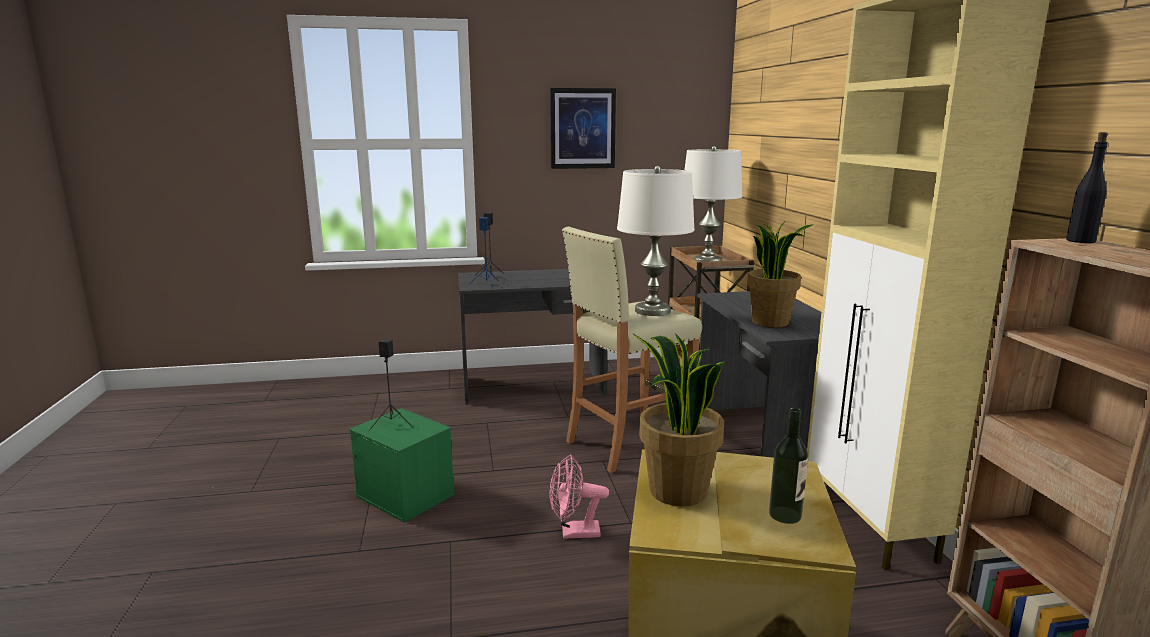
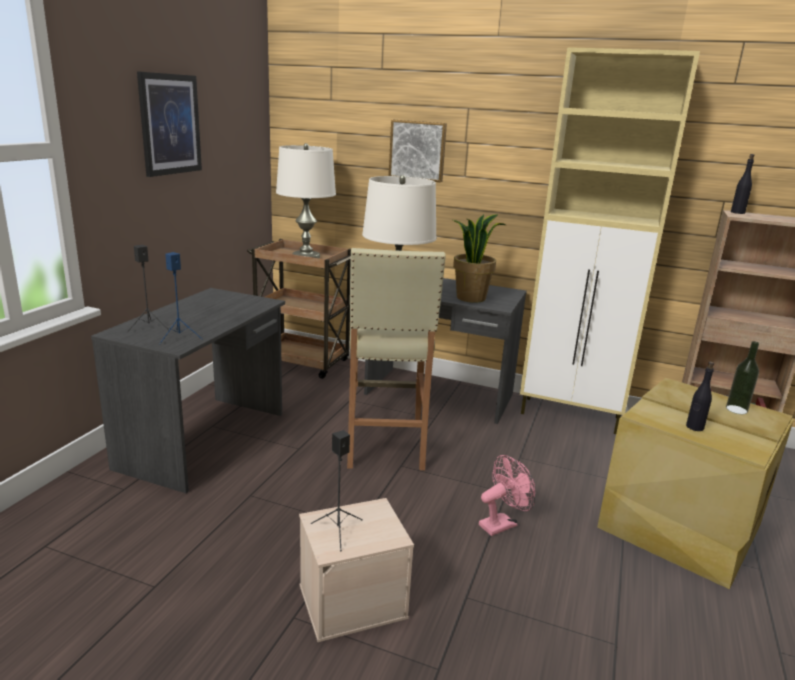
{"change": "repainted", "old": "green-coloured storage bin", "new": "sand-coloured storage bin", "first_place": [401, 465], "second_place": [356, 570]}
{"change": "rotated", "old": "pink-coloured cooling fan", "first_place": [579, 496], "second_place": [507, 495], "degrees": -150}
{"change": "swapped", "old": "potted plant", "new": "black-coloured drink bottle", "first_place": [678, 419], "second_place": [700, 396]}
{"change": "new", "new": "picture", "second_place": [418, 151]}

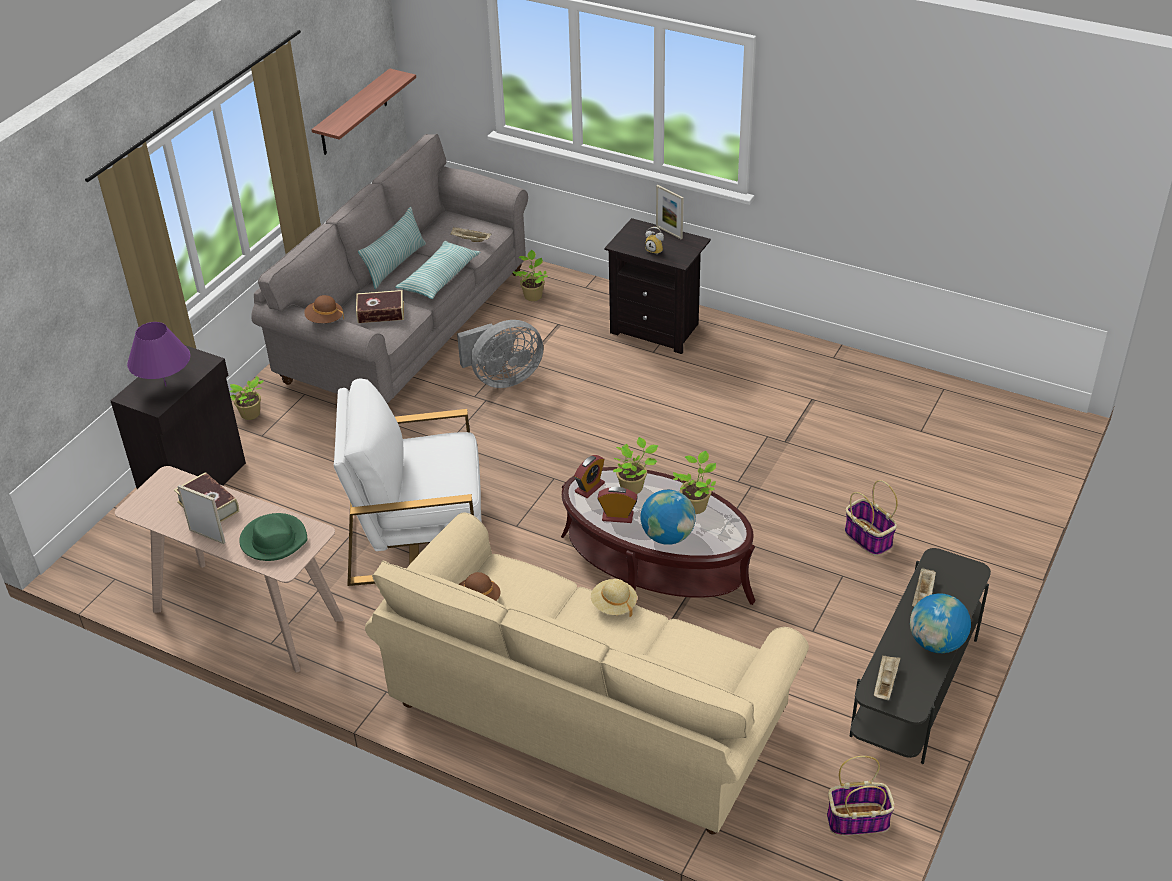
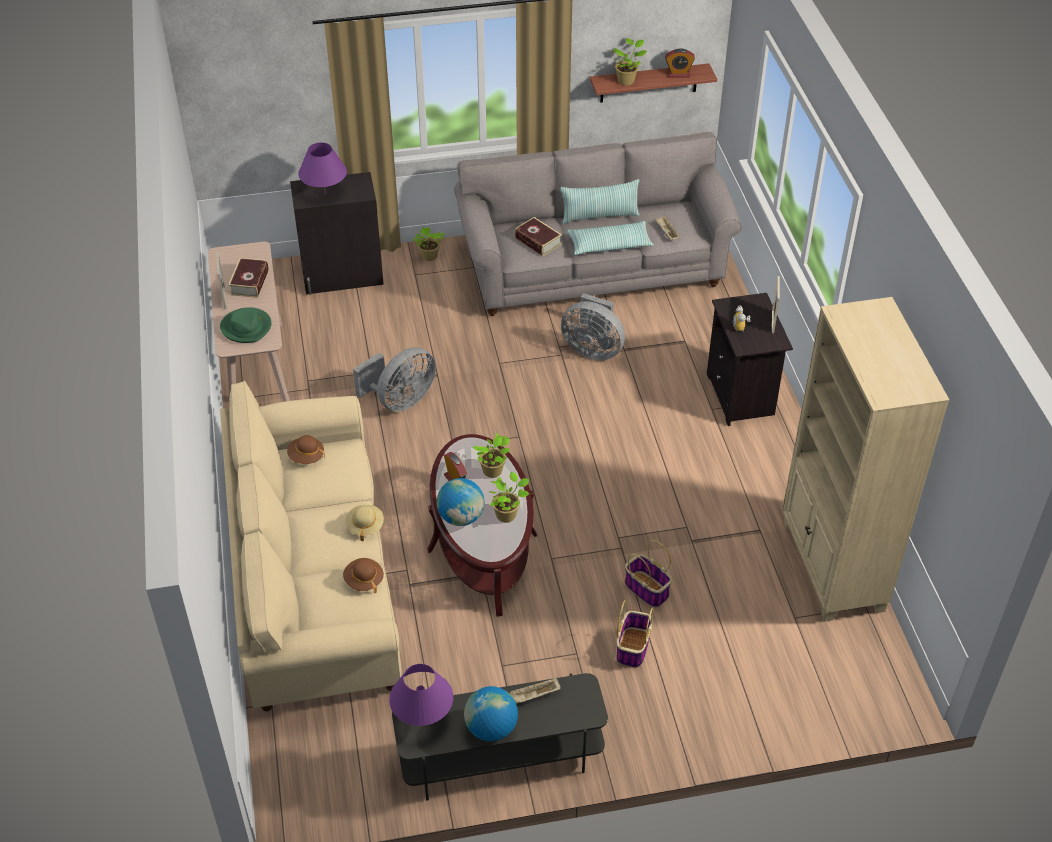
{"change": "shifted", "old": "brown-coloured clothing hat", "first_place": [324, 309], "second_place": [363, 575]}
{"change": "swapped", "old": "white-coloured easy chair", "new": "grey cooling fan", "first_place": [408, 482], "second_place": [394, 379]}
{"change": "shifted", "old": "potted plant", "first_place": [530, 275], "second_place": [629, 61]}
{"change": "shifted", "old": "table clock", "first_place": [589, 476], "second_place": [680, 63]}
{"change": "shifted", "old": "storage basket", "first_place": [861, 796], "second_place": [648, 574]}
{"change": "swapped", "old": "sand-coloured serving tray", "new": "purplish lamp for a table", "first_place": [887, 677], "second_place": [421, 695]}
{"change": "new", "new": "sand-coloured bookcase", "second_place": [865, 459]}

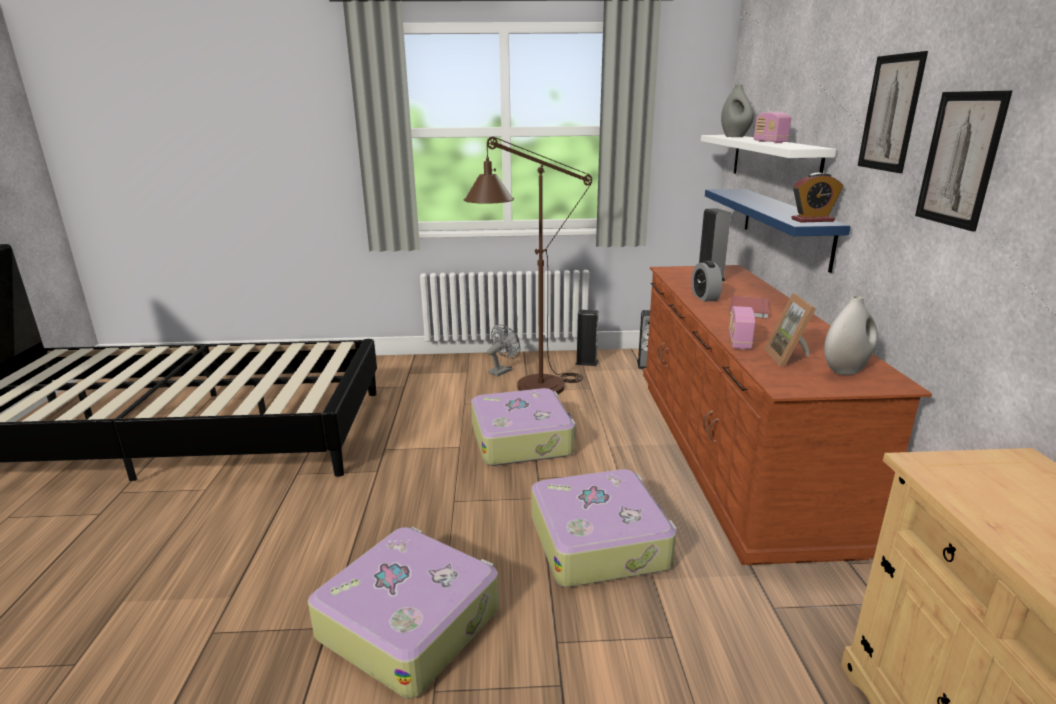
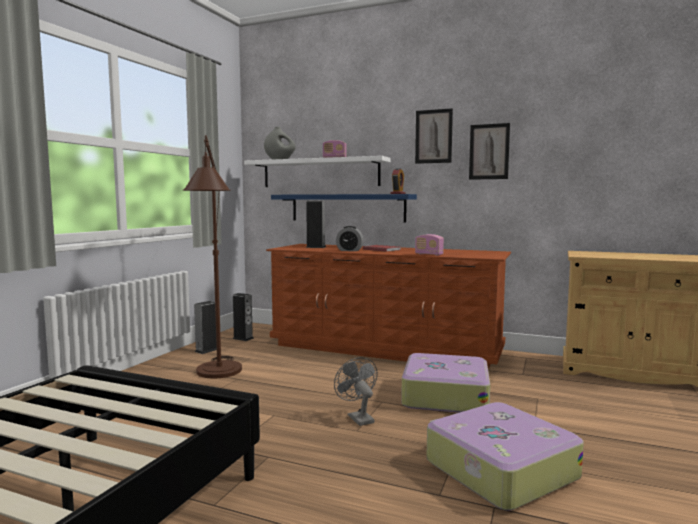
{"change": "gone", "old": "suitcase", "first_place": [523, 427]}
{"change": "shifted", "old": "grey cooling fan", "first_place": [503, 350], "second_place": [356, 391]}
{"change": "gone", "old": "standing frame", "first_place": [790, 330]}
{"change": "gone", "old": "white-coloured vase", "first_place": [851, 335]}

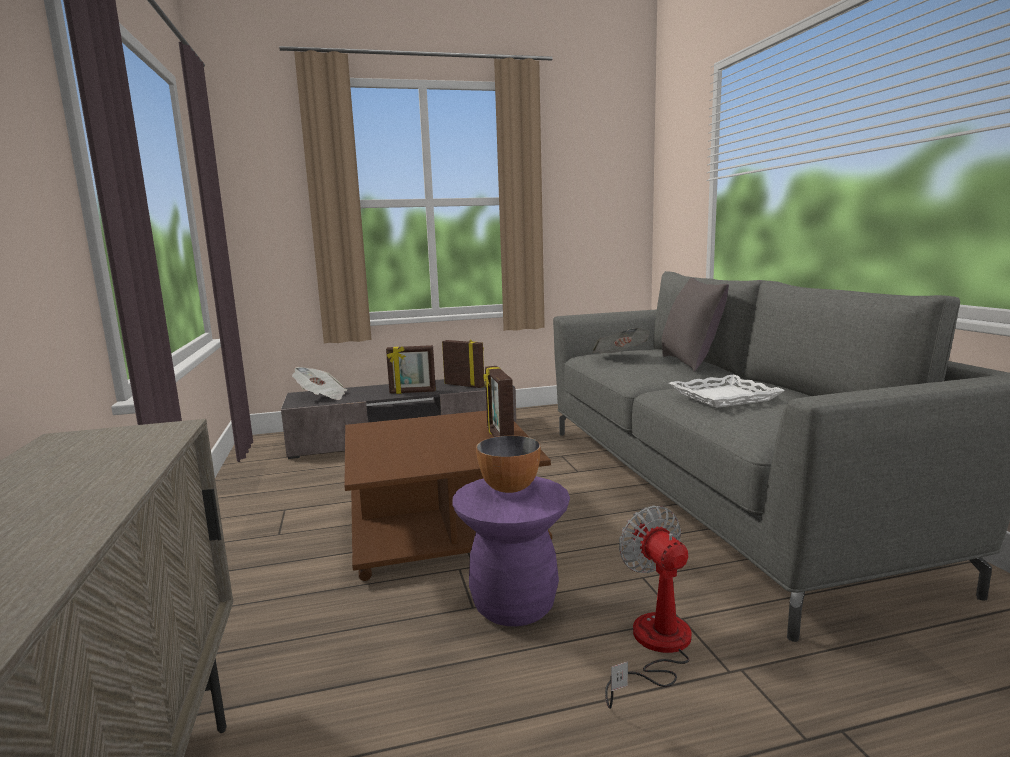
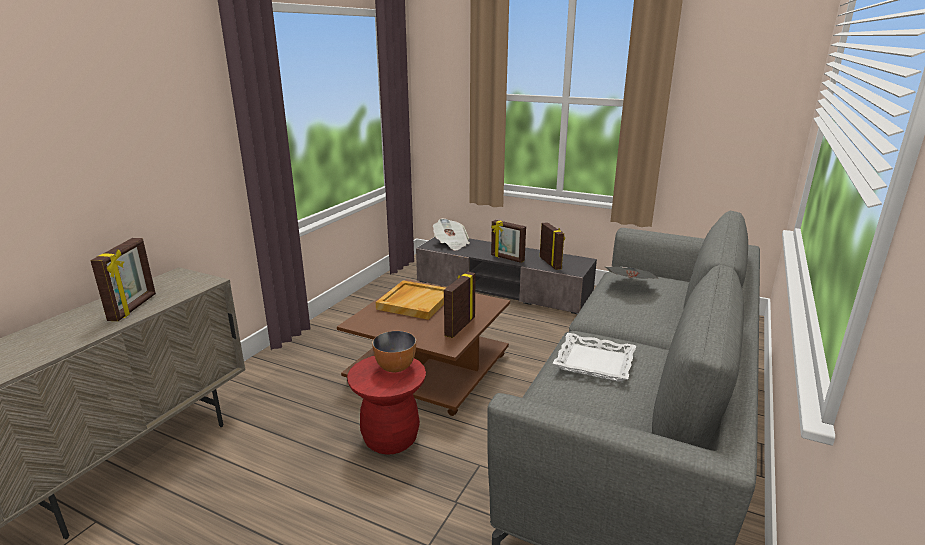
{"change": "repainted", "old": "purplish stool", "new": "red stool", "first_place": [511, 551], "second_place": [386, 405]}
{"change": "gone", "old": "cooling fan", "first_place": [648, 607]}
{"change": "gone", "old": "grey pillow", "first_place": [695, 325]}
{"change": "new", "new": "standing frame", "second_place": [123, 279]}
{"change": "new", "new": "sand-coloured serving tray", "second_place": [410, 300]}

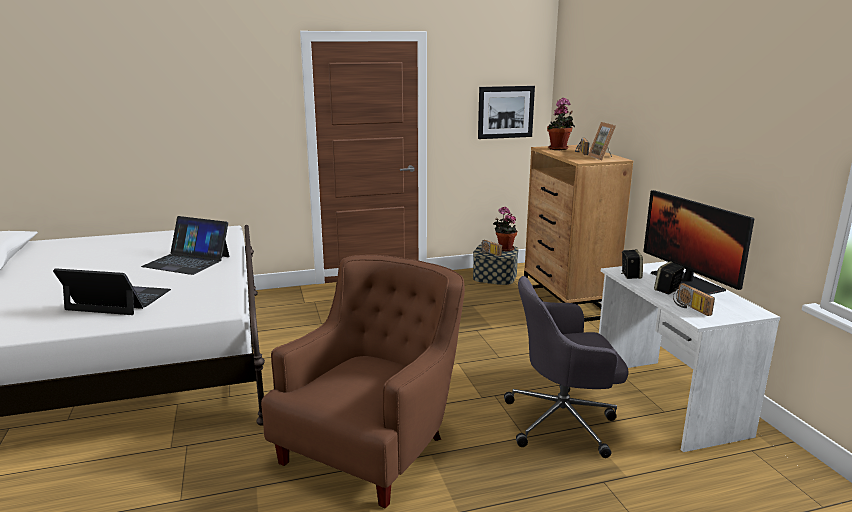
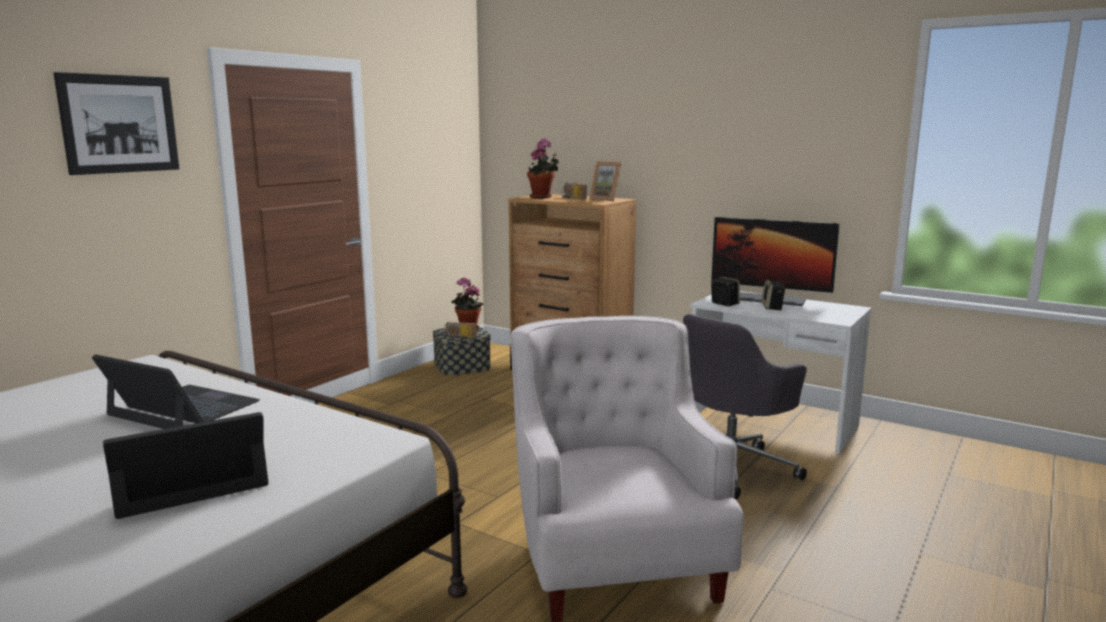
{"change": "rotated", "old": "laptop", "first_place": [185, 245], "second_place": [176, 391], "degrees": -135}
{"change": "repainted", "old": "brown-coloured easy chair", "new": "white-coloured easy chair", "first_place": [363, 382], "second_place": [627, 469]}
{"change": "shifted", "old": "picture", "first_place": [506, 112], "second_place": [116, 123]}
{"change": "gone", "old": "radio", "first_place": [694, 299]}

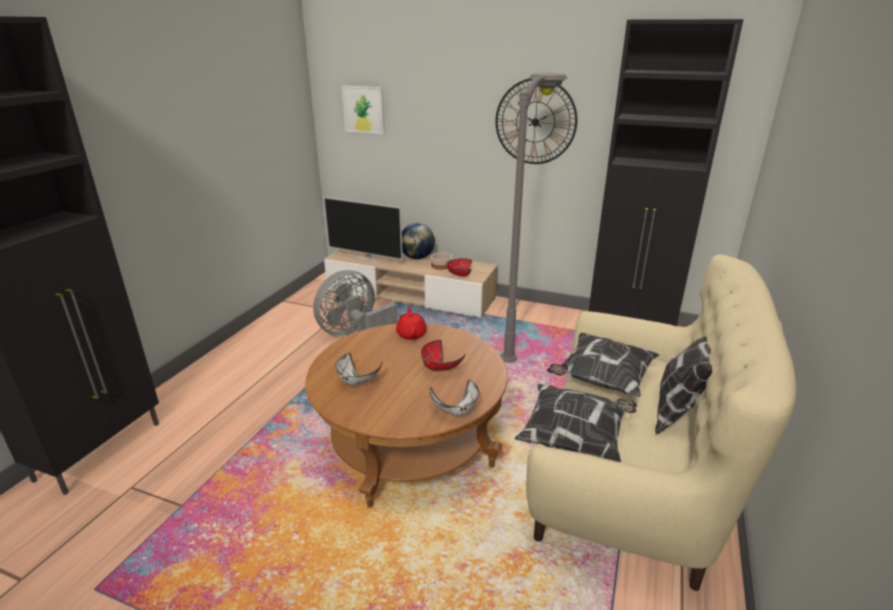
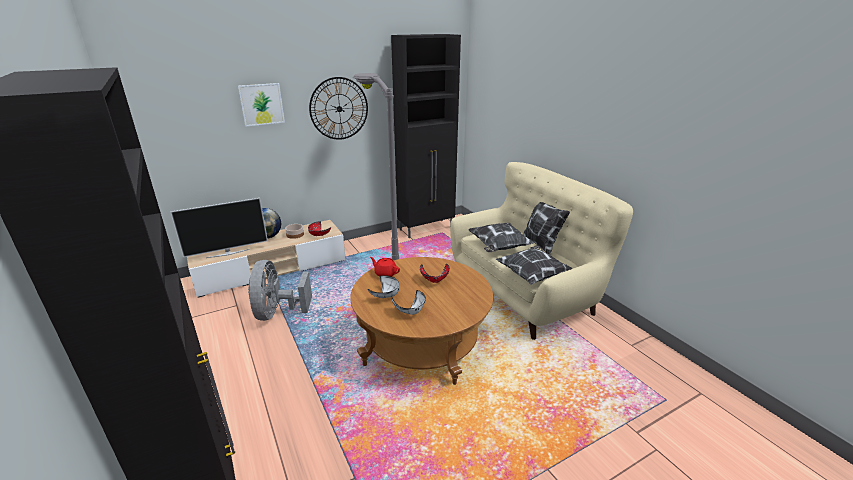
{"change": "shifted", "old": "picture", "first_place": [363, 110], "second_place": [261, 104]}
{"change": "shifted", "old": "white-coloured bowl", "first_place": [454, 398], "second_place": [384, 286]}

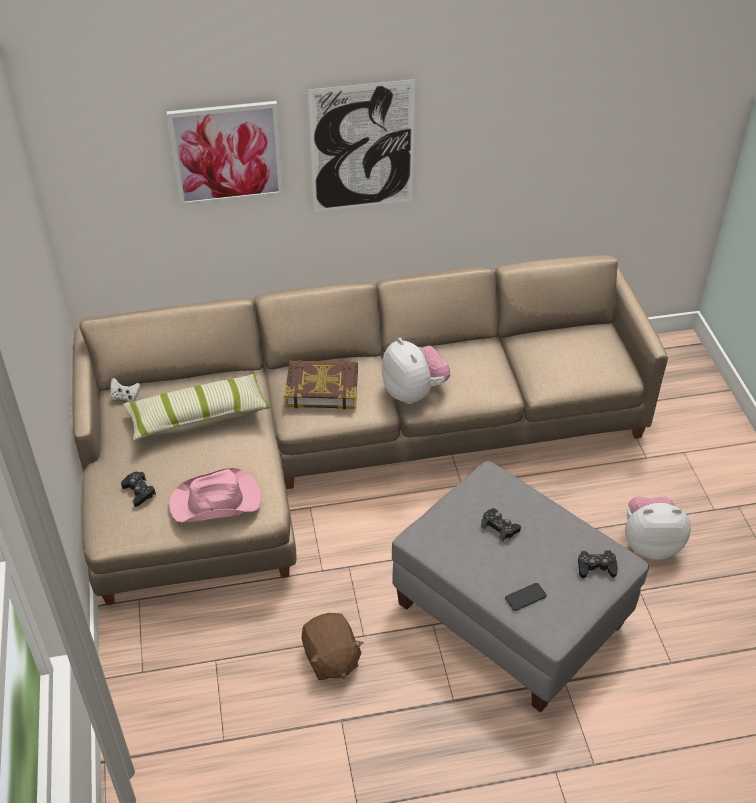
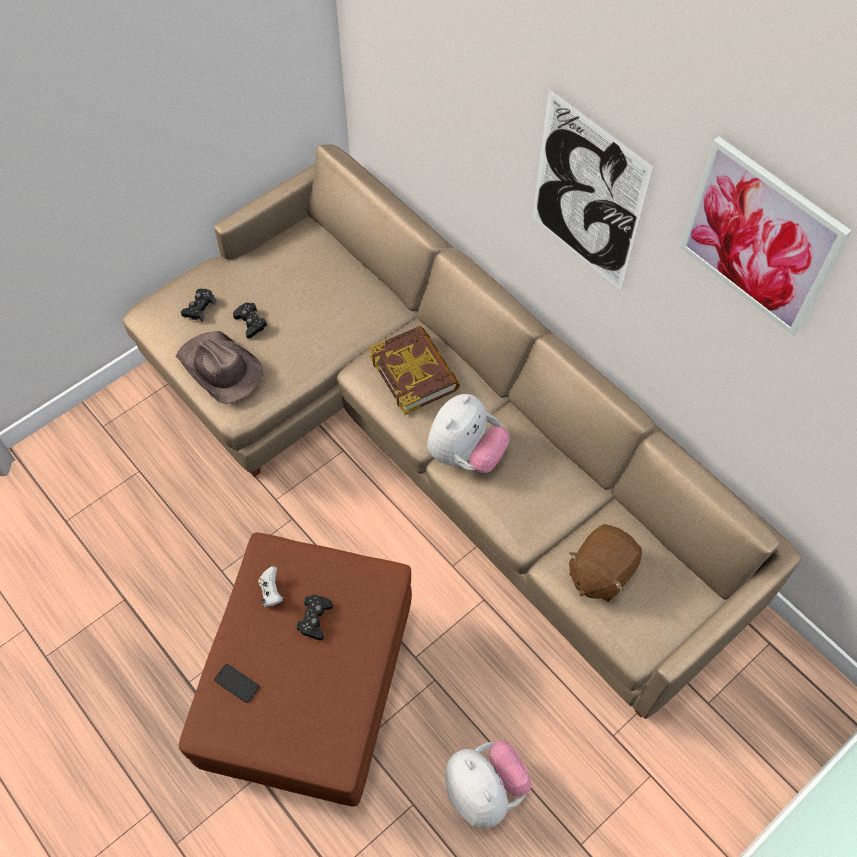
{"change": "shifted", "old": "white-coloured gamepad", "first_place": [125, 390], "second_place": [270, 586]}
{"change": "gone", "old": "pillow", "first_place": [197, 407]}
{"change": "shifted", "old": "picture", "first_place": [225, 153], "second_place": [766, 236]}
{"change": "repainted", "old": "pink-coloured clothing hat", "new": "brown-coloured clothing hat", "first_place": [215, 495], "second_place": [219, 367]}
{"change": "shifted", "old": "brown-coloured plush toy", "first_place": [332, 646], "second_place": [605, 563]}
{"change": "repainted", "old": "grey footrest", "new": "brown-coloured footrest", "first_place": [520, 587], "second_place": [295, 670]}
{"change": "shifted", "old": "black-coloured gamepad", "first_place": [598, 564], "second_place": [250, 320]}

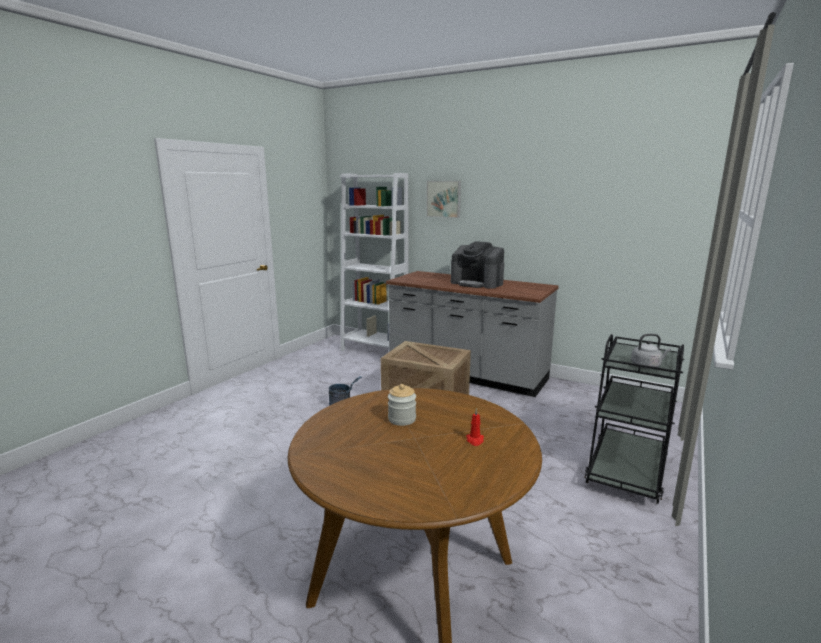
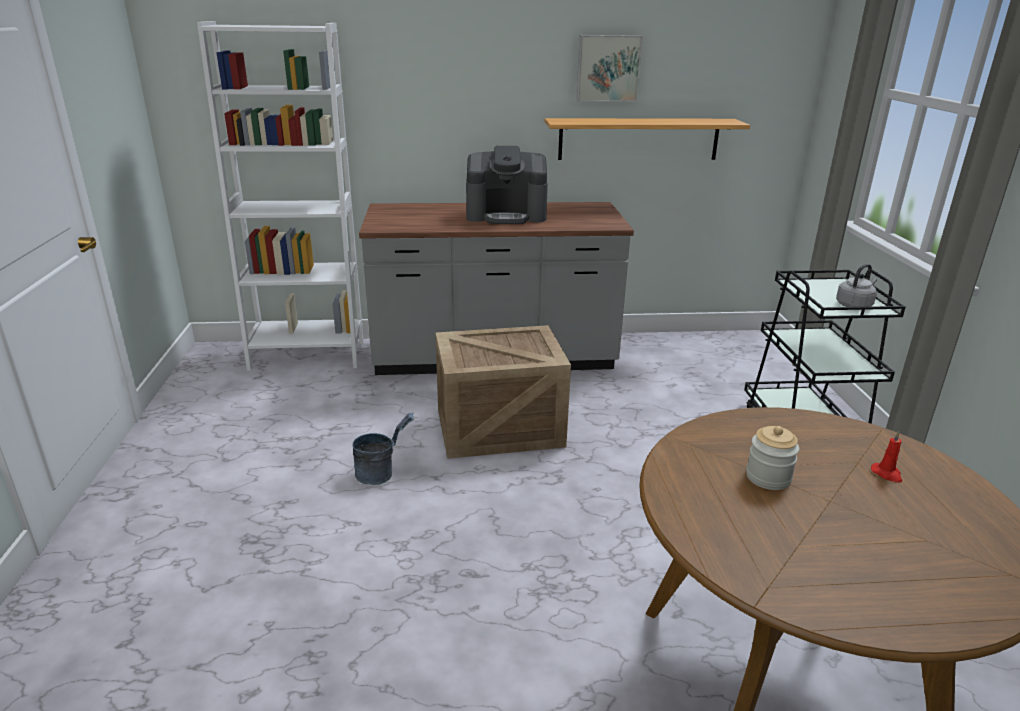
{"change": "shifted", "old": "picture", "first_place": [443, 199], "second_place": [609, 68]}
{"change": "new", "new": "wall shelf", "second_place": [647, 139]}

